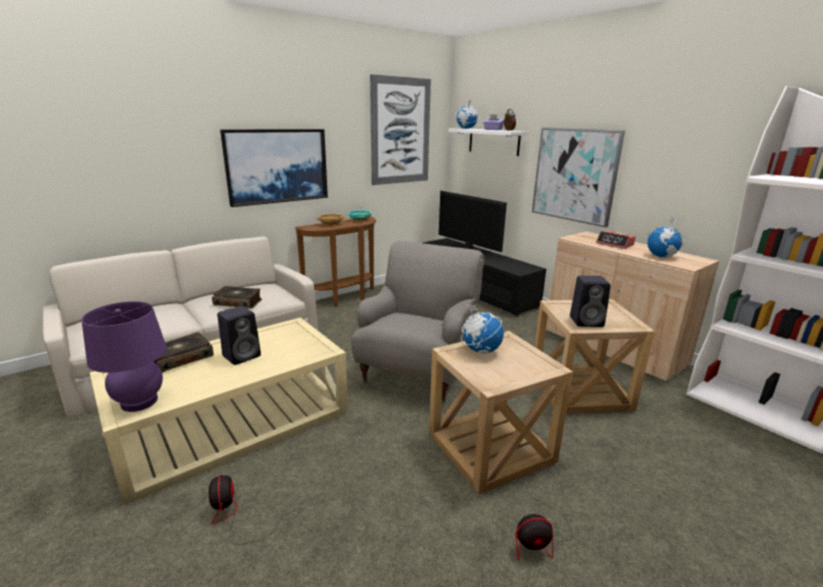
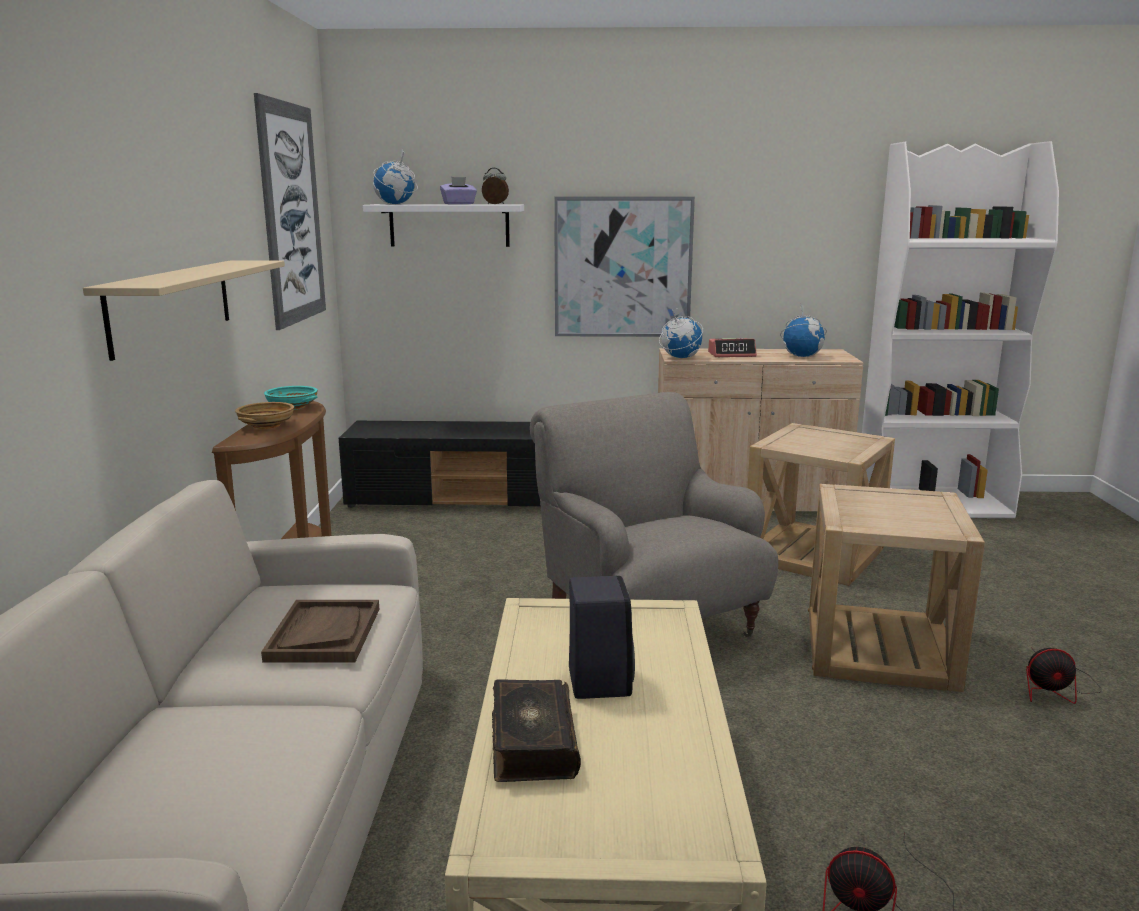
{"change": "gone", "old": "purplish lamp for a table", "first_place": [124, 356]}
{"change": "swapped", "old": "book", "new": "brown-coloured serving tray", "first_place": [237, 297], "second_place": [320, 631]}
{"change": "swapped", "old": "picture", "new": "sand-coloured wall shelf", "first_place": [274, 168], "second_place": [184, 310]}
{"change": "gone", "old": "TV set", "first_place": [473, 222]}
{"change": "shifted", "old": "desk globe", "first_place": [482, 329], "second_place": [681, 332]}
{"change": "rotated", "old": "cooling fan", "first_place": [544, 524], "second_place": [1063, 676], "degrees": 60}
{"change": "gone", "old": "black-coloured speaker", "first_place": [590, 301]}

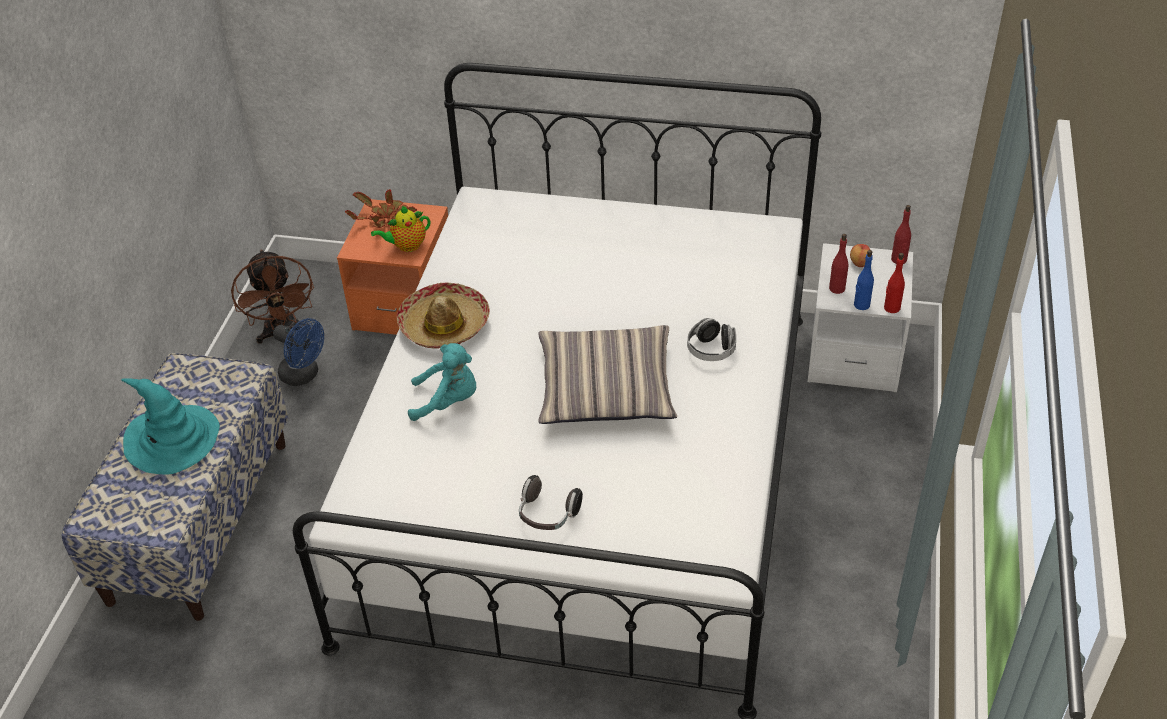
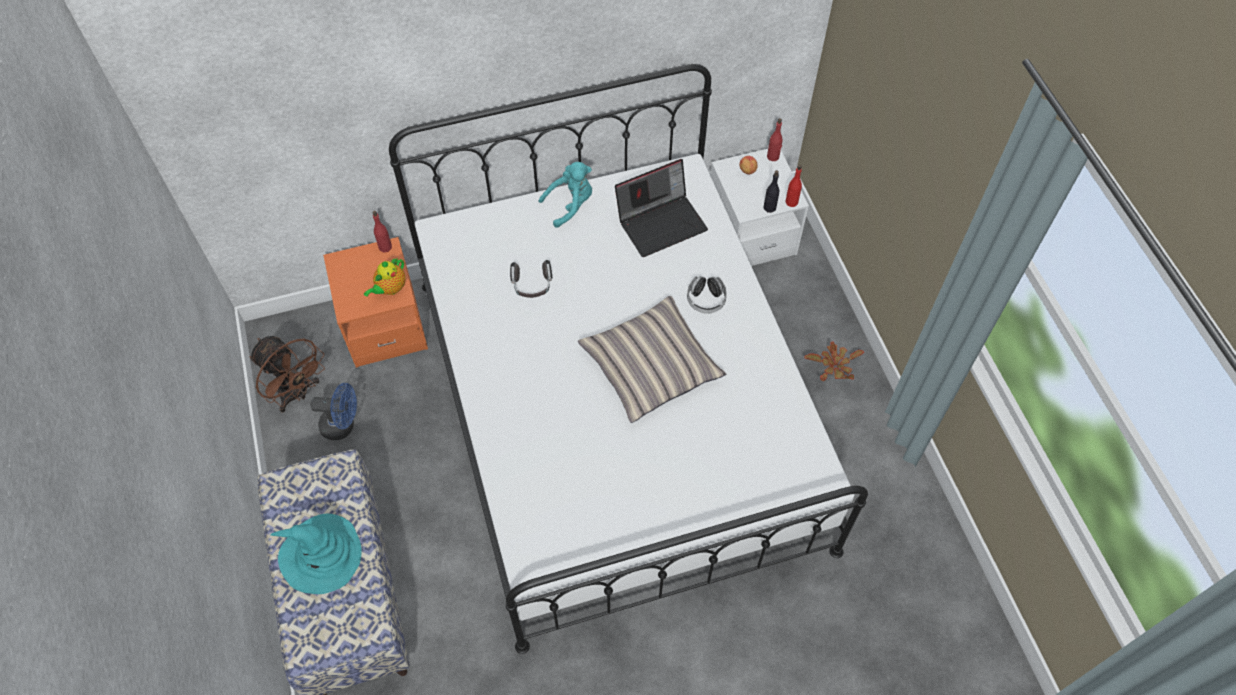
{"change": "shifted", "old": "potted plant", "first_place": [381, 208], "second_place": [834, 361]}
{"change": "gone", "old": "clothing hat", "first_place": [443, 315]}
{"change": "shifted", "old": "turquoise plush toy", "first_place": [442, 382], "second_place": [565, 195]}
{"change": "shifted", "old": "headset", "first_place": [551, 502], "second_place": [531, 279]}
{"change": "shifted", "old": "red drink bottle", "first_place": [839, 264], "second_place": [382, 231]}
{"change": "repainted", "old": "blue-coloured drink bottle", "new": "black-coloured drink bottle", "first_place": [864, 280], "second_place": [771, 191]}
{"change": "new", "new": "laptop", "second_place": [661, 208]}

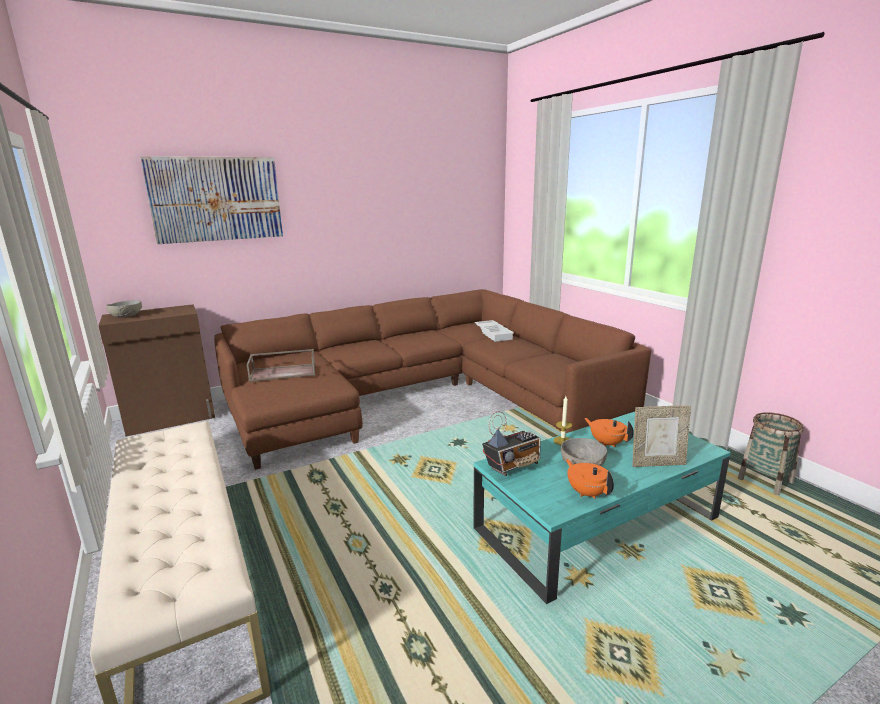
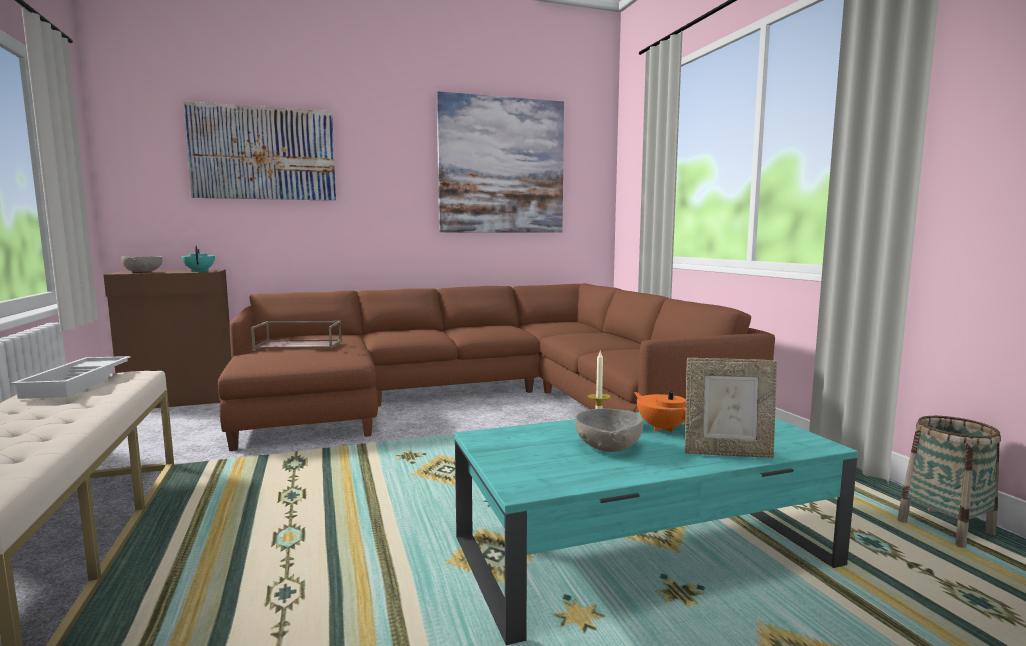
{"change": "shifted", "old": "white-coloured serving tray", "first_place": [494, 331], "second_place": [71, 377]}
{"change": "gone", "old": "radio", "first_place": [511, 443]}
{"change": "gone", "old": "orangey tea pot", "first_place": [590, 479]}
{"change": "new", "new": "turquoise tea pot", "second_place": [198, 259]}
{"change": "new", "new": "picture", "second_place": [500, 162]}

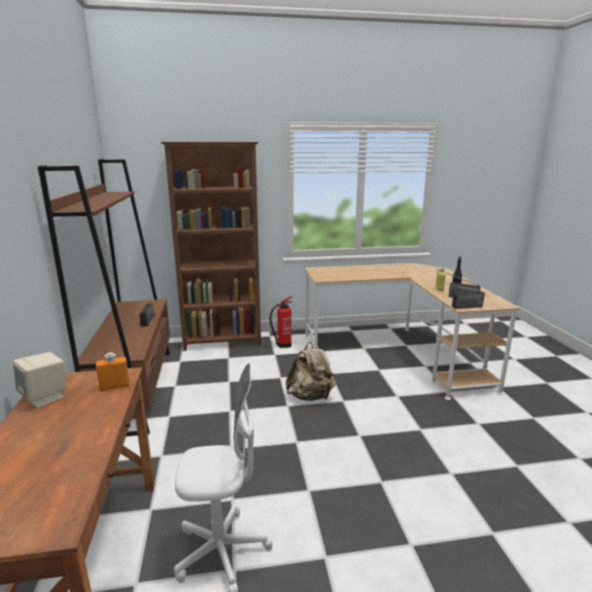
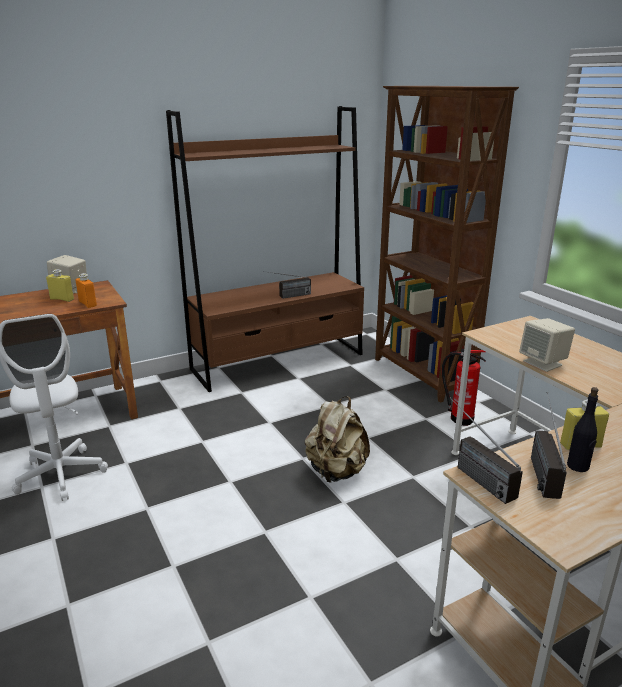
{"change": "new", "new": "yellow-coloured drink bottle", "second_place": [60, 285]}
{"change": "new", "new": "sand-coloured speaker", "second_place": [547, 345]}

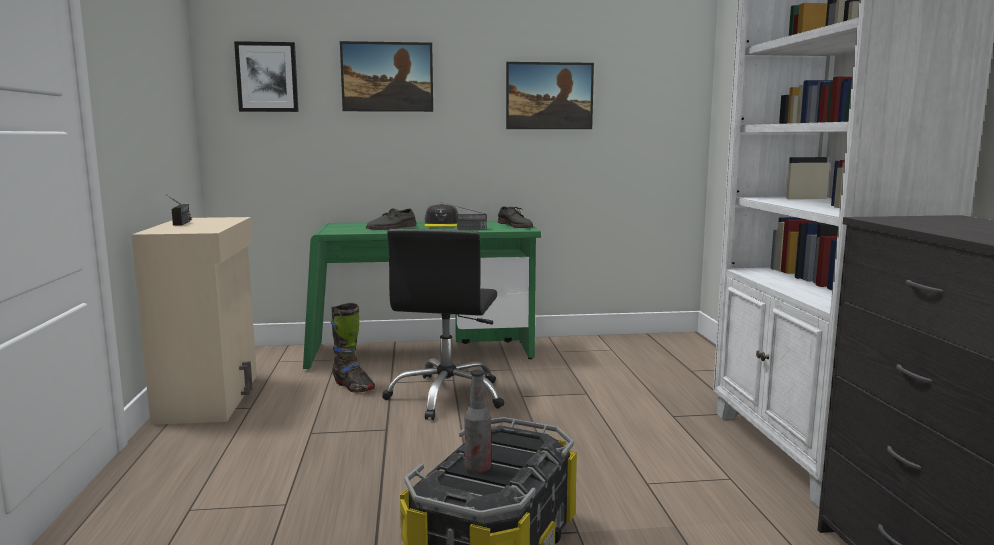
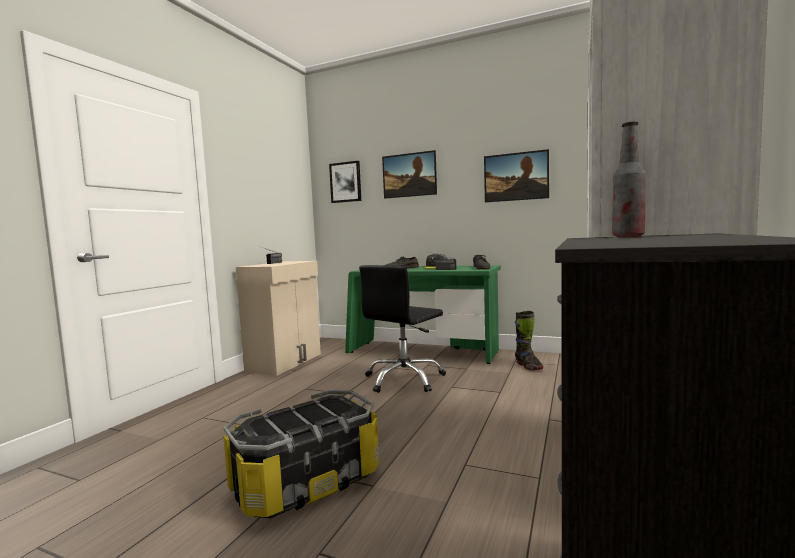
{"change": "shifted", "old": "black-coloured high-top boot", "first_place": [352, 348], "second_place": [529, 340]}
{"change": "shifted", "old": "drink bottle", "first_place": [477, 421], "second_place": [629, 179]}

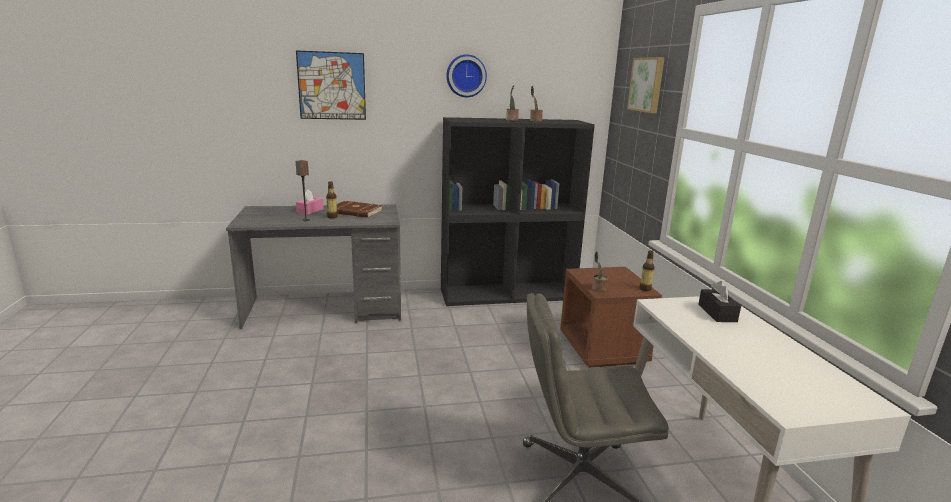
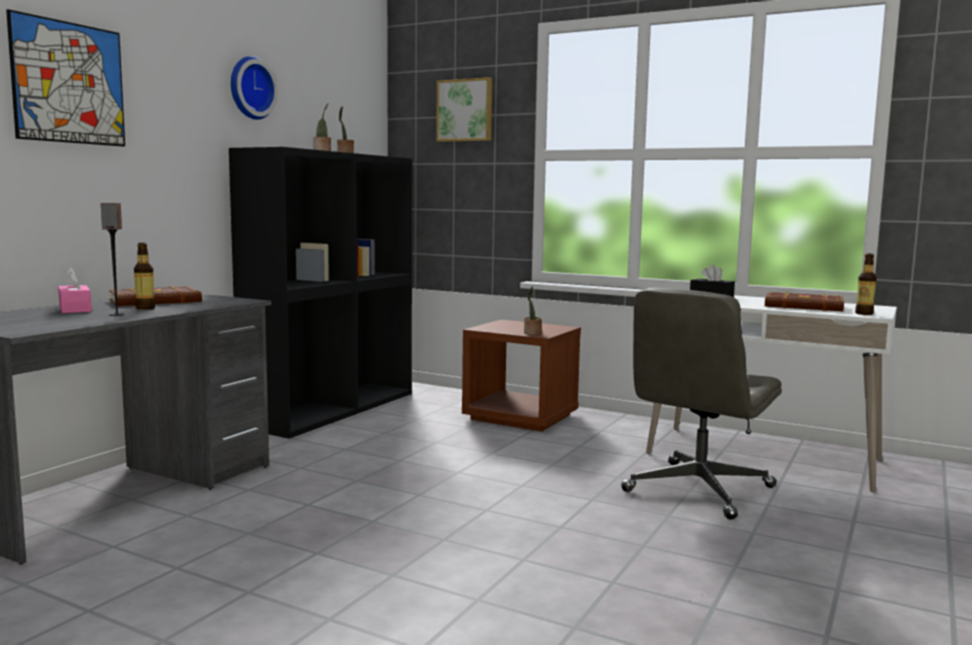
{"change": "shifted", "old": "drink bottle", "first_place": [647, 270], "second_place": [866, 284]}
{"change": "new", "new": "brown-coloured book", "second_place": [804, 301]}

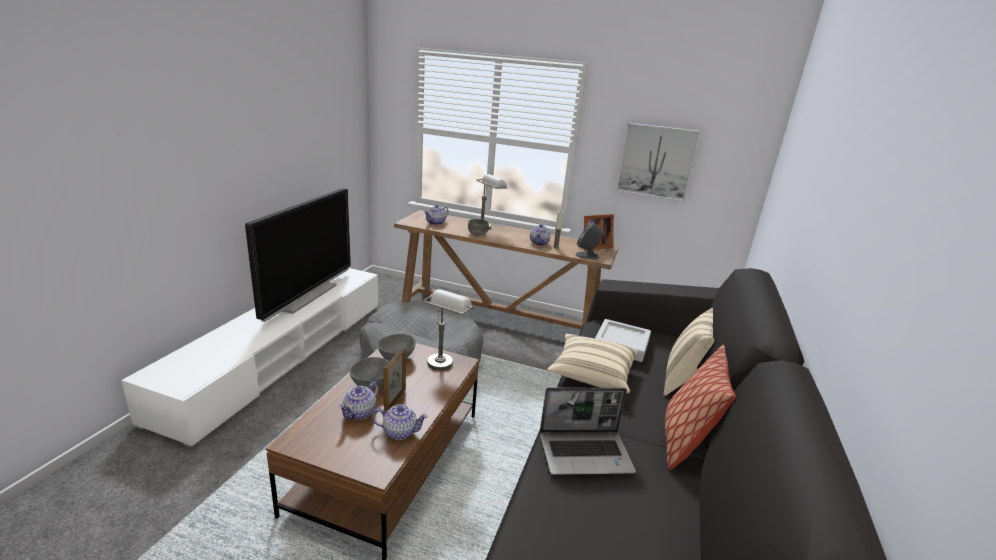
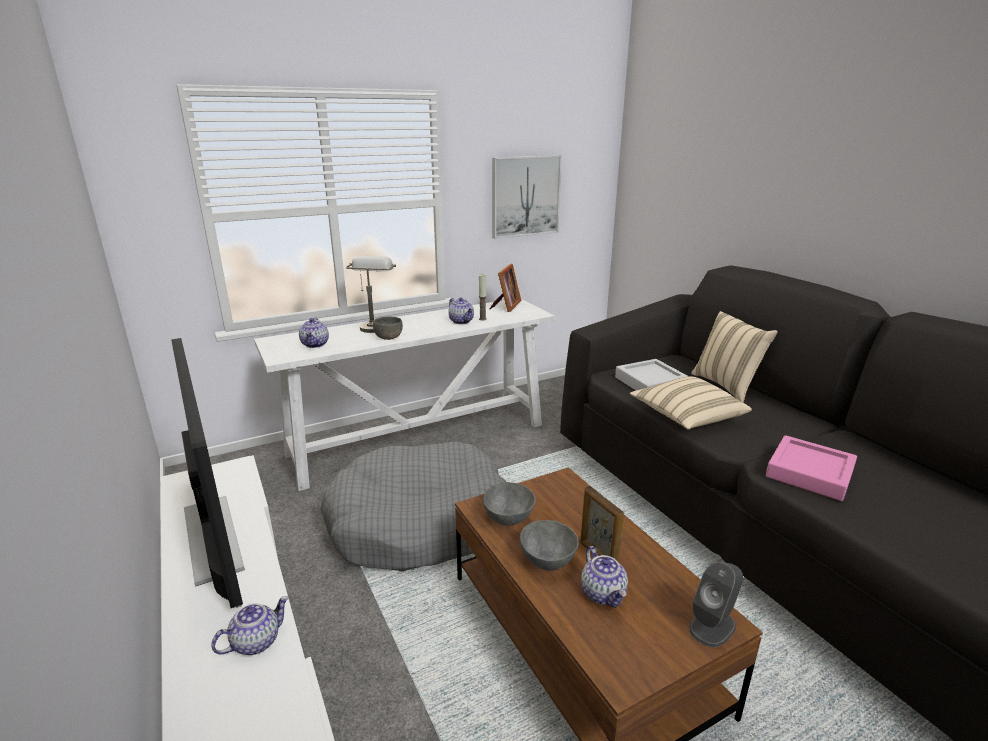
{"change": "shifted", "old": "tea pot", "first_place": [400, 422], "second_place": [250, 625]}
{"change": "repainted", "old": "brown-coloured hall table", "new": "white-coloured hall table", "first_place": [506, 270], "second_place": [404, 395]}
{"change": "gone", "old": "grey lamp for a table", "first_place": [448, 329]}
{"change": "swapped", "old": "laptop", "new": "pink-coloured serving tray", "first_place": [588, 431], "second_place": [811, 468]}
{"change": "shifted", "old": "grey speaker", "first_place": [590, 240], "second_place": [716, 604]}
{"change": "gone", "old": "pillow", "first_place": [700, 407]}

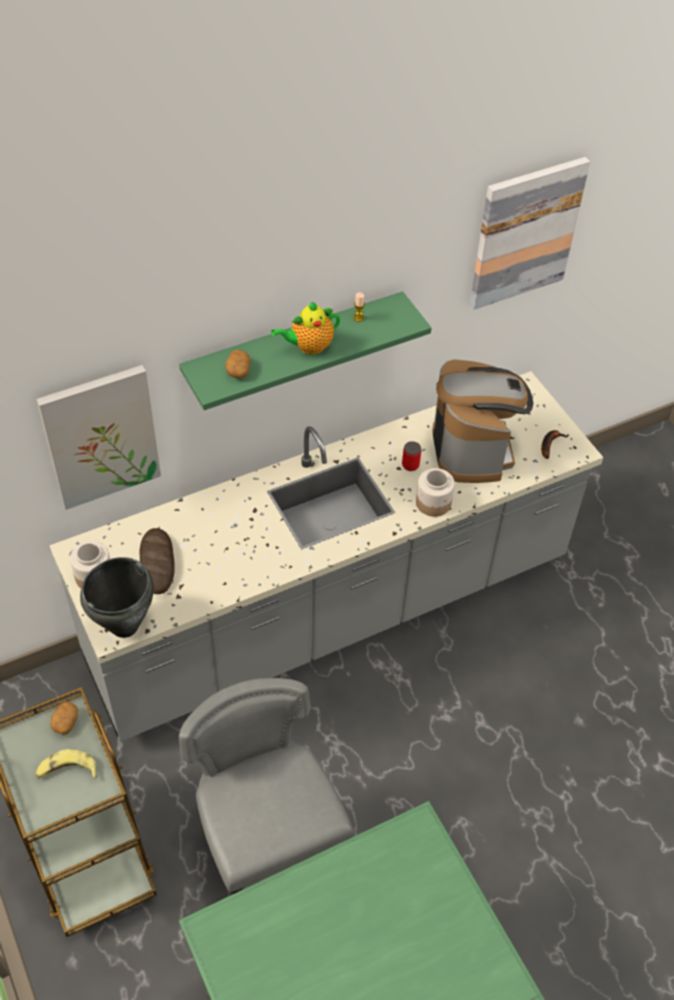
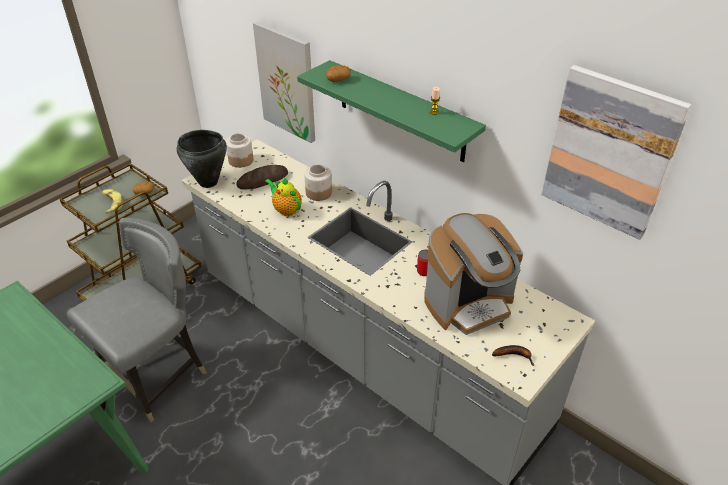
{"change": "shifted", "old": "tea pot", "first_place": [305, 328], "second_place": [283, 197]}
{"change": "shifted", "old": "preserve jar", "first_place": [435, 492], "second_place": [318, 183]}

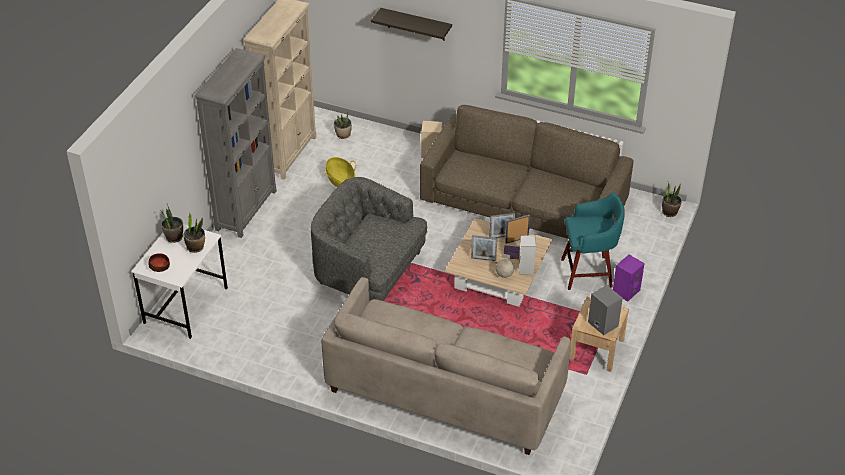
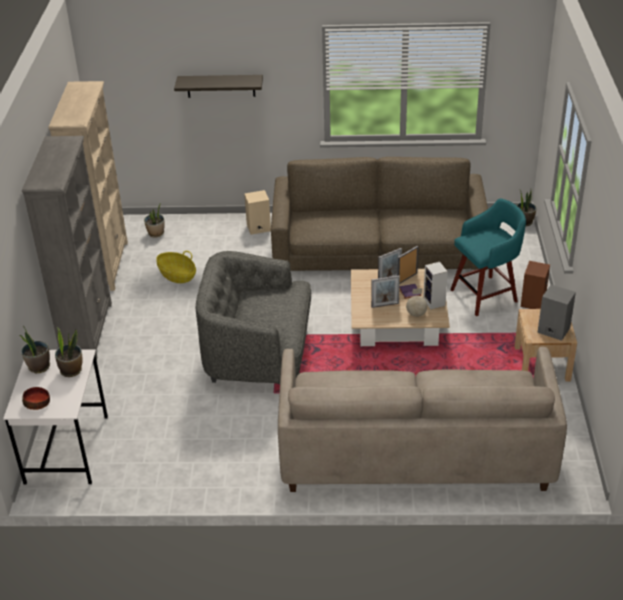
{"change": "repainted", "old": "purplish speaker", "new": "brown-coloured speaker", "first_place": [629, 278], "second_place": [535, 285]}

